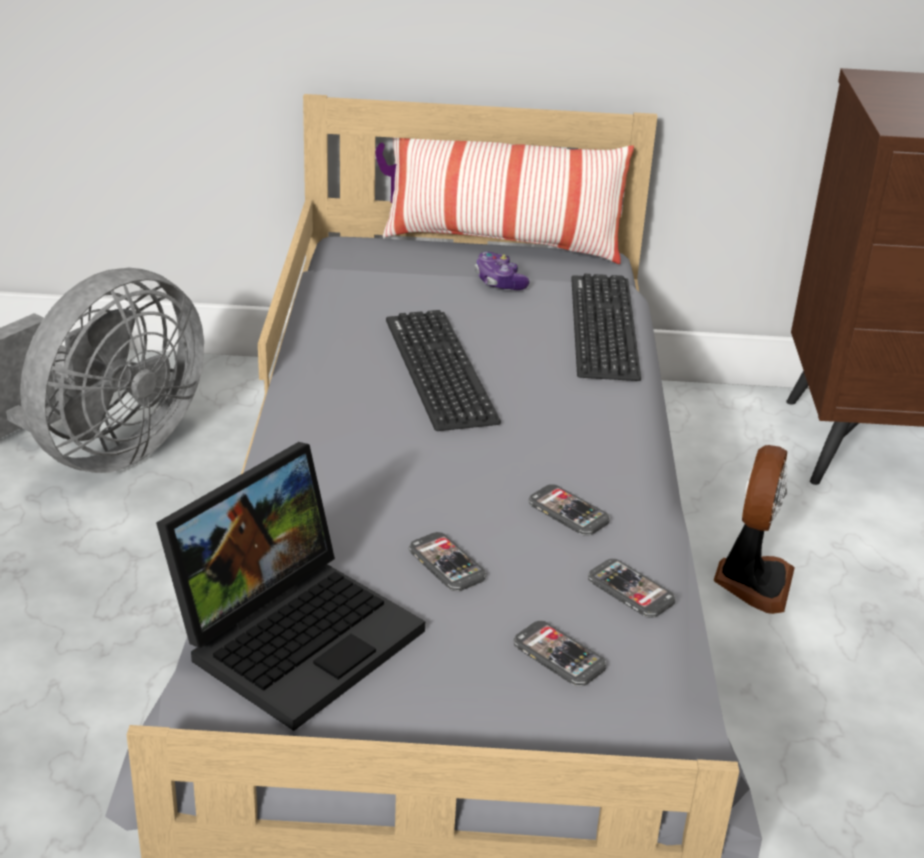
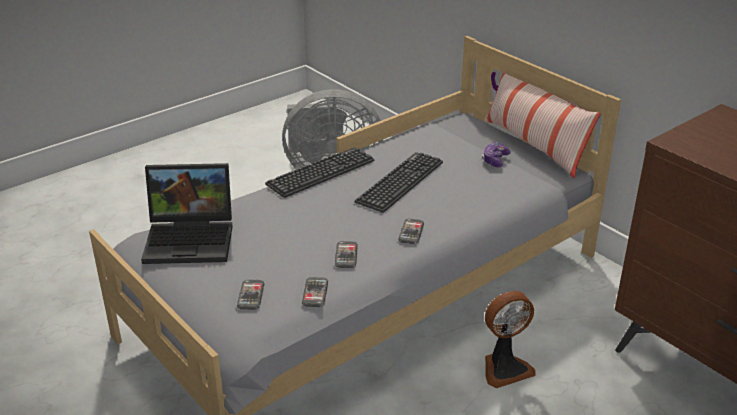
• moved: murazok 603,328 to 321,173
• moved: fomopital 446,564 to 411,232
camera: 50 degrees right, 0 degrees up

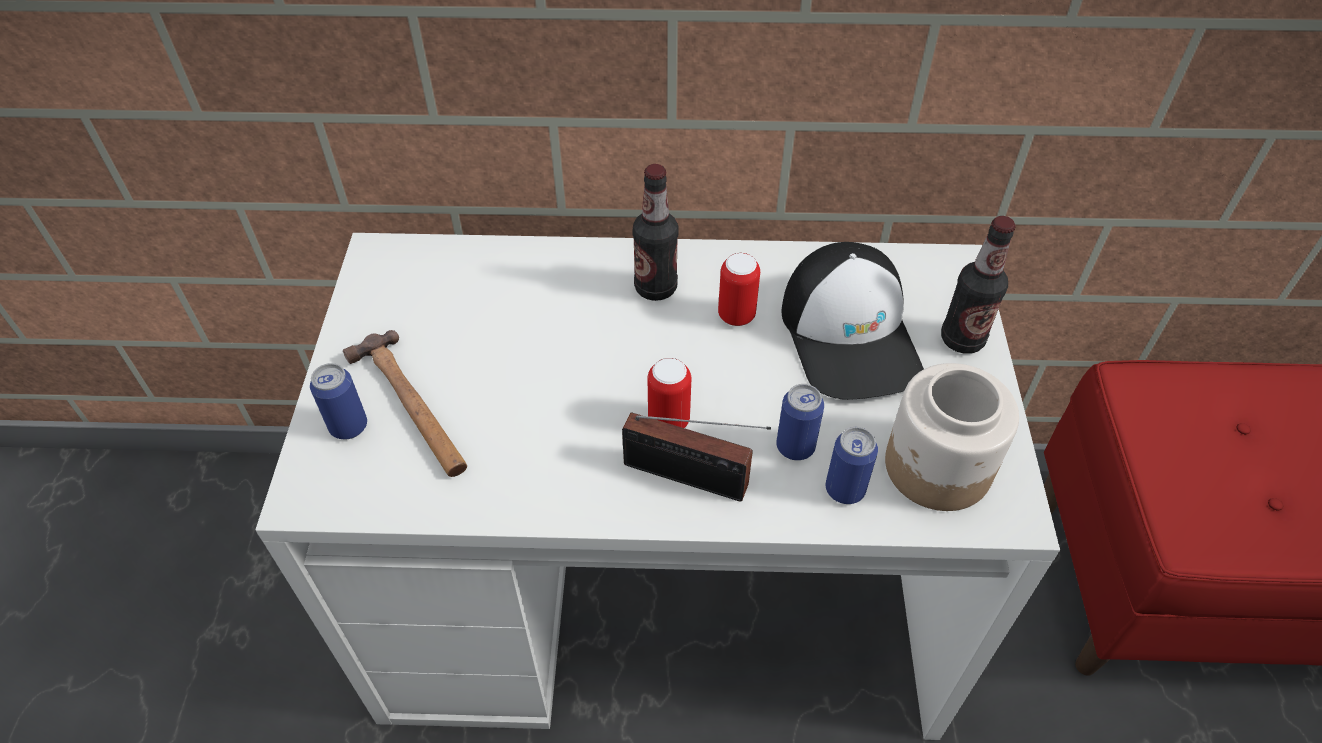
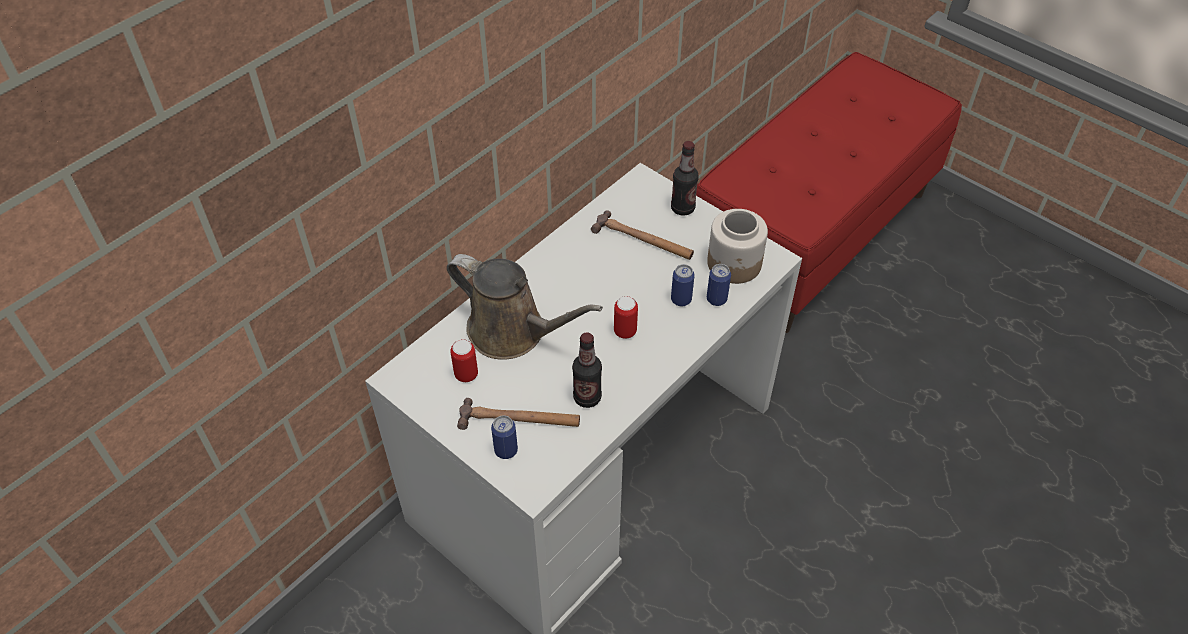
• added: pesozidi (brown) 513,332
• moved: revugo 736,315 to 466,375
• moved: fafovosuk 655,288 to 587,397
• replaced: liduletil 851,335 to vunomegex 643,240
• removed: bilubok 692,478
camera: 50 degrees left, 0 degrees up

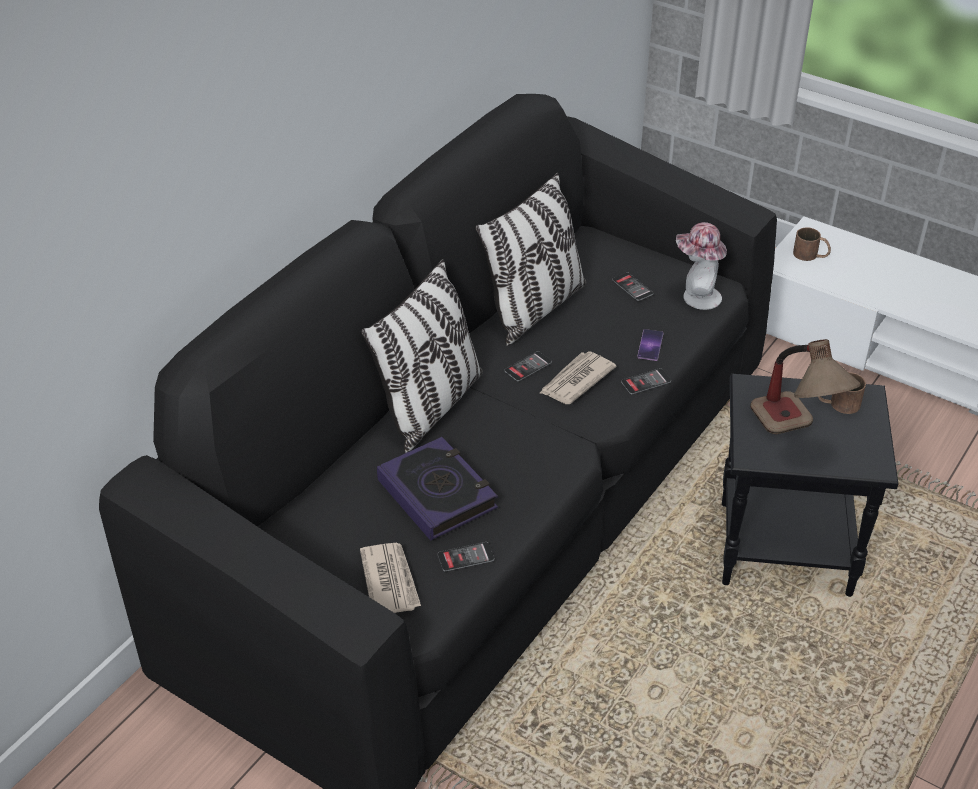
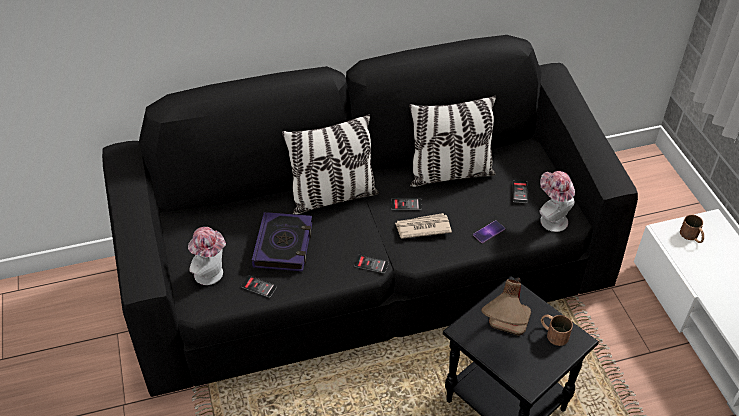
• replaced: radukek 390,580 to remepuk 212,275
• moved: fomopital 646,382 to 371,264
camera: 40 degrees right, 5 degrees up

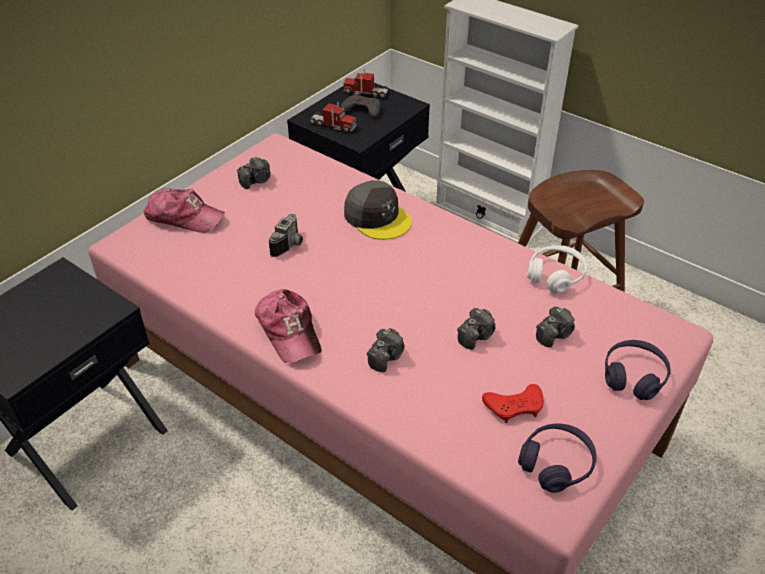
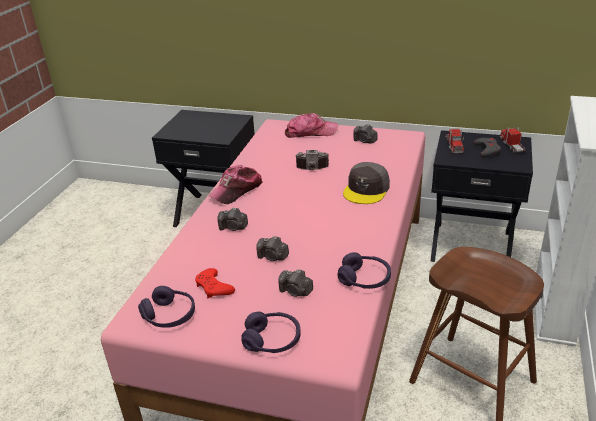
• turned: liduletil 184,217 = 310,132 90 degrees counterclockwise
• recoloured: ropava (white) 555,275 to ropava (purple) 364,279
camera: 70 degrees right, 10 degrees down

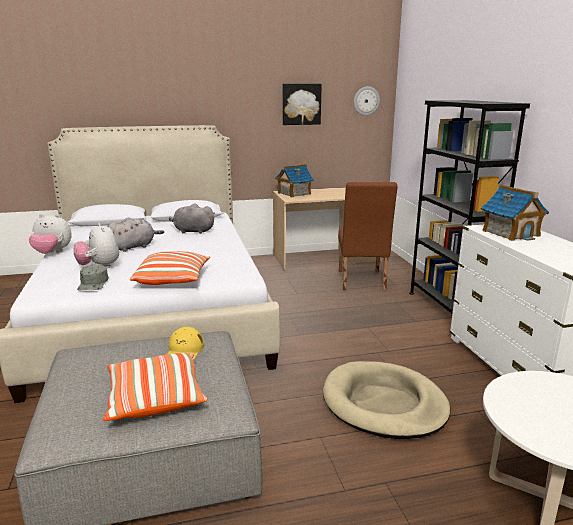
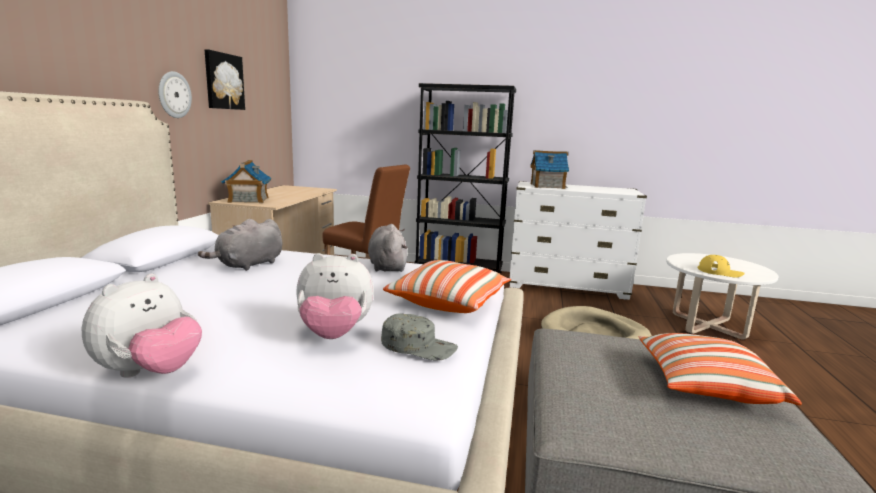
• moved: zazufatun 366,101 to 174,95
• moved: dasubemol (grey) 134,247 to 387,266
• moved: liduletil (yellow) 184,350 to 720,272
camera: 65 degrees left, 5 degrees down

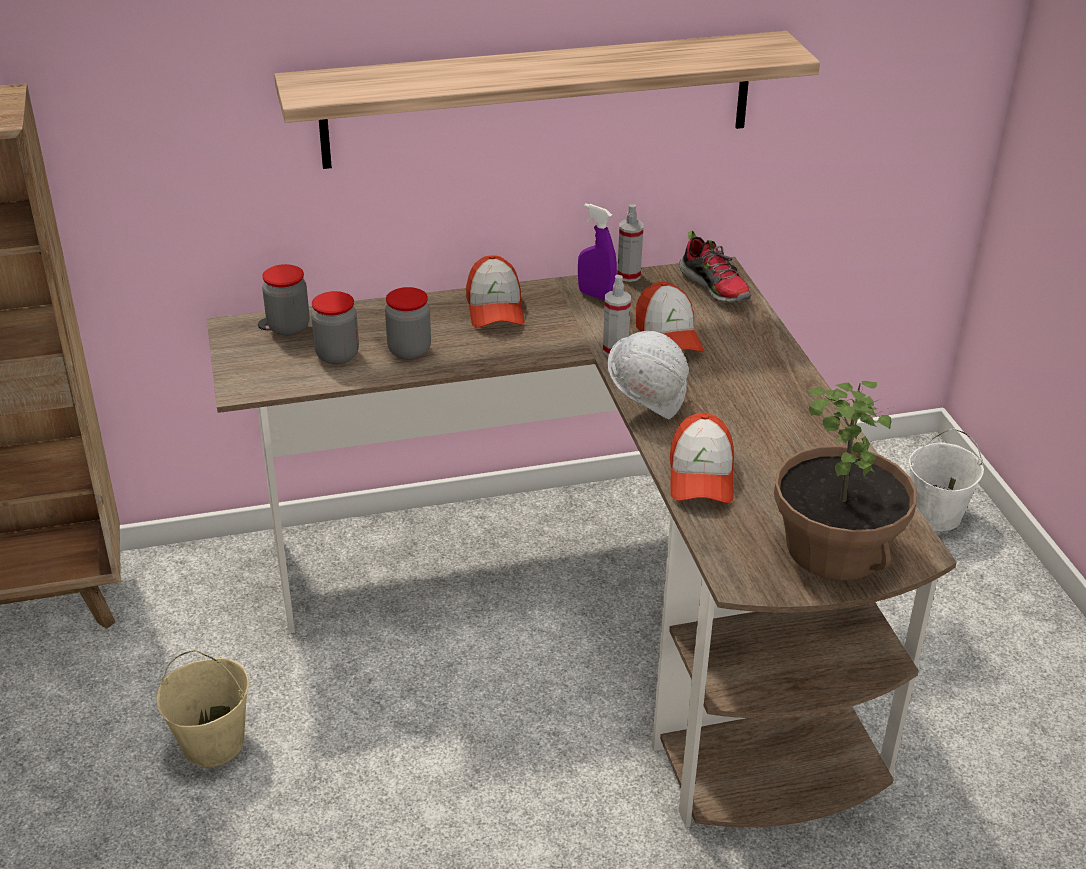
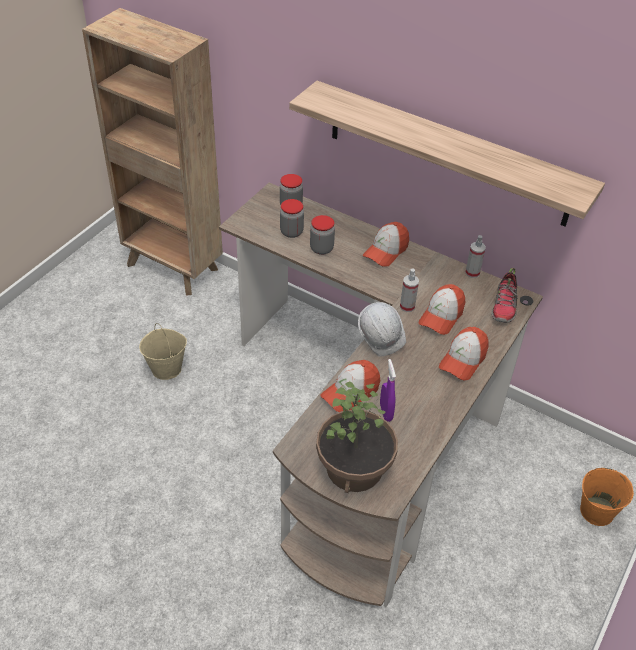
• moved: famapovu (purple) 596,295 to 386,412
• added: liduletil 463,360
• recoloured: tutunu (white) 935,514 to tutunu (orange) 597,511
camera: 45 degrees right, 10 degrees up

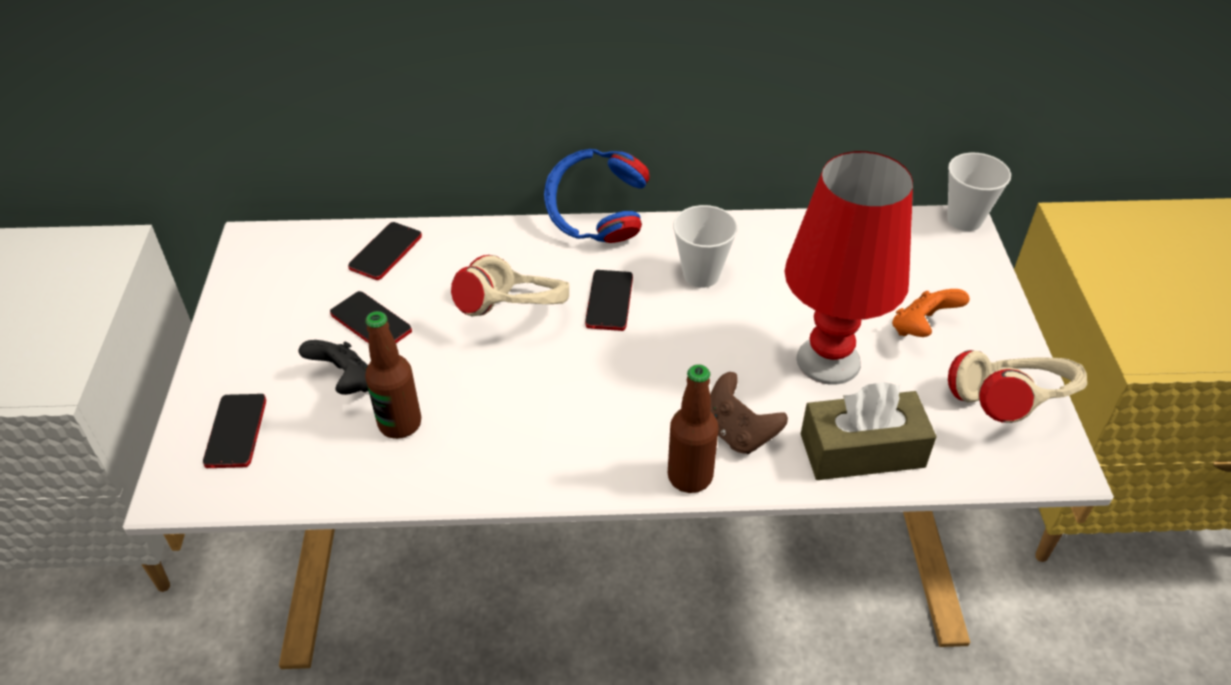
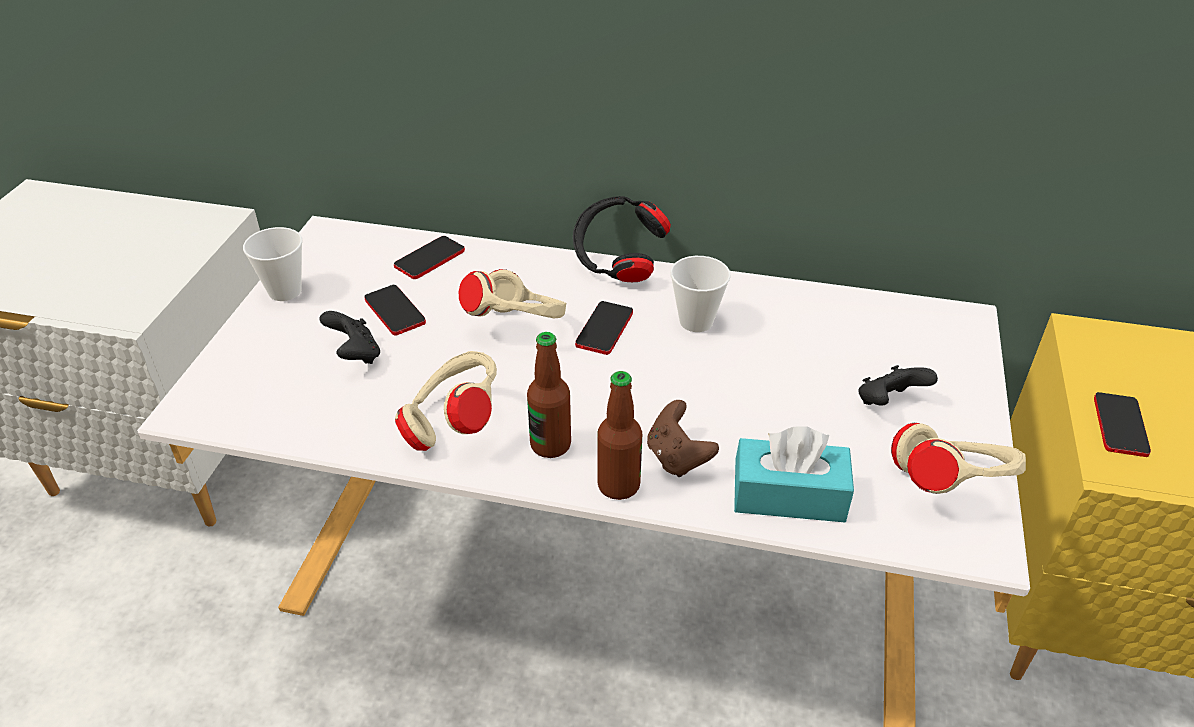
• moved: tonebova 964,220 to 285,291
• added: ropava (beige) 454,424
• moved: fafovosuk 400,423 to 550,445
• recoloured: ropava (blue) 595,223 to ropava (black) 617,264
• recoloured: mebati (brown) 862,450 to mebati (turquoise) 789,496
• recoloured: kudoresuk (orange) 921,330 to kudoresuk (black) 888,403
• moved: fomopital 236,432 to 1120,425
• removed: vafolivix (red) 828,360
camera: 15 degrees right, 5 degrees down

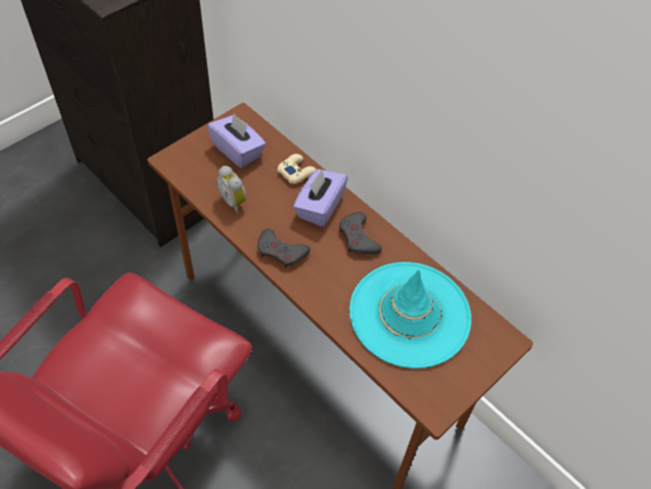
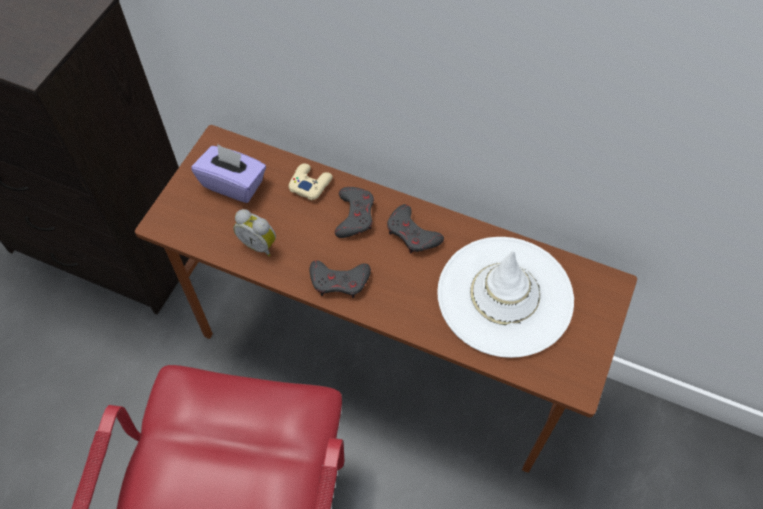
• replaced: mebati (purple) 319,207 to kudoresuk (grey) 355,215
• recoloured: remepuk (turquoise) 409,314 to remepuk (white) 505,296
camera: 20 degrees left, 5 degrees up

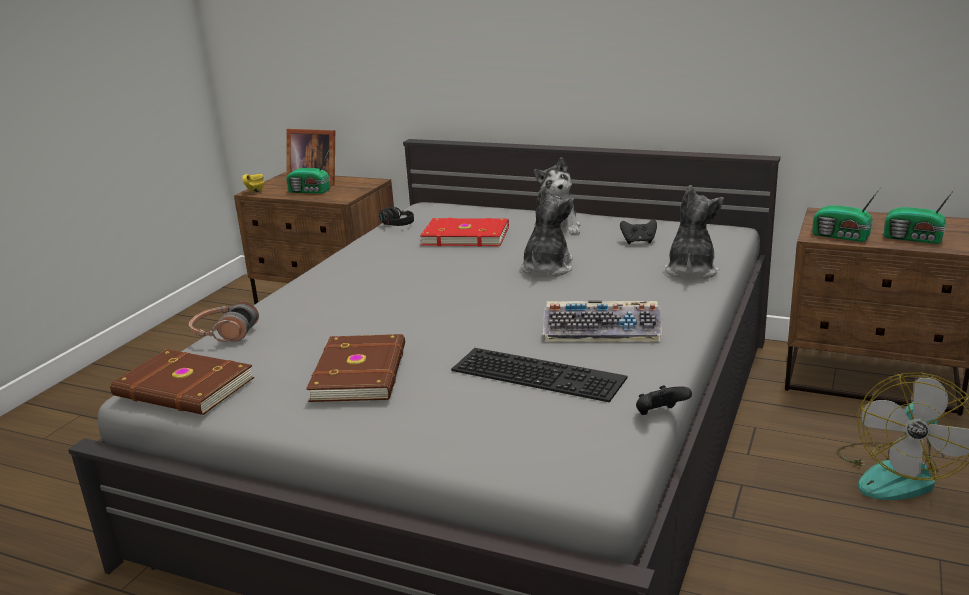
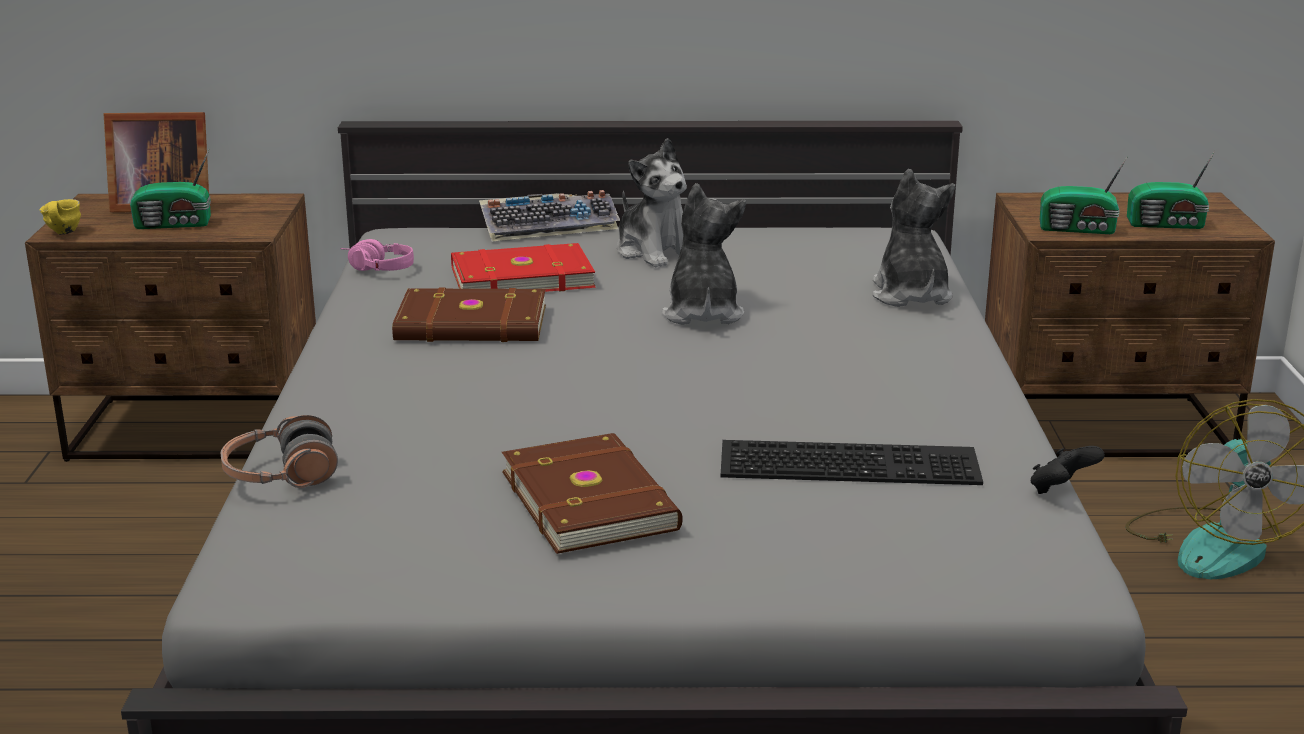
• recoloured: ropava (black) 393,224 to ropava (pink) 374,269
• moved: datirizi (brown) 183,388 to 472,325
• moved: murazok 603,330 to 550,226
• removed: kudoresuk (black) 638,242
camera: 25 degrees left, 0 degrees up

